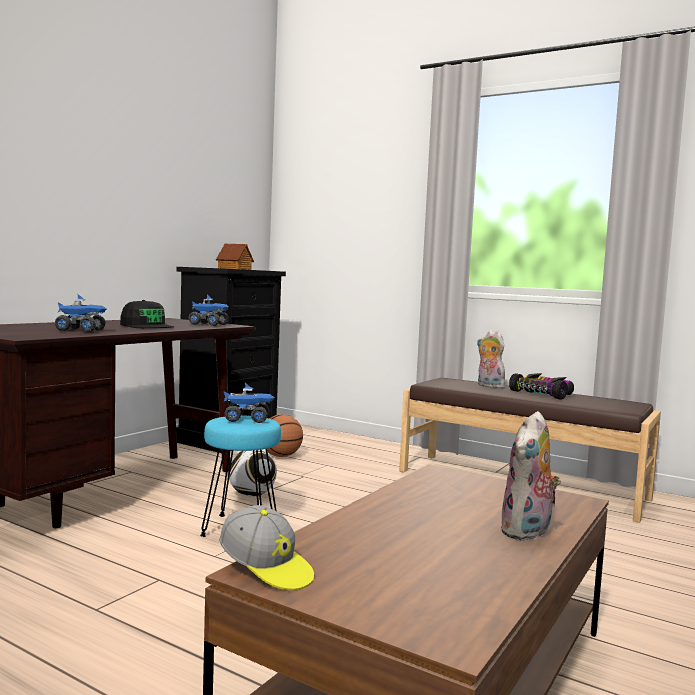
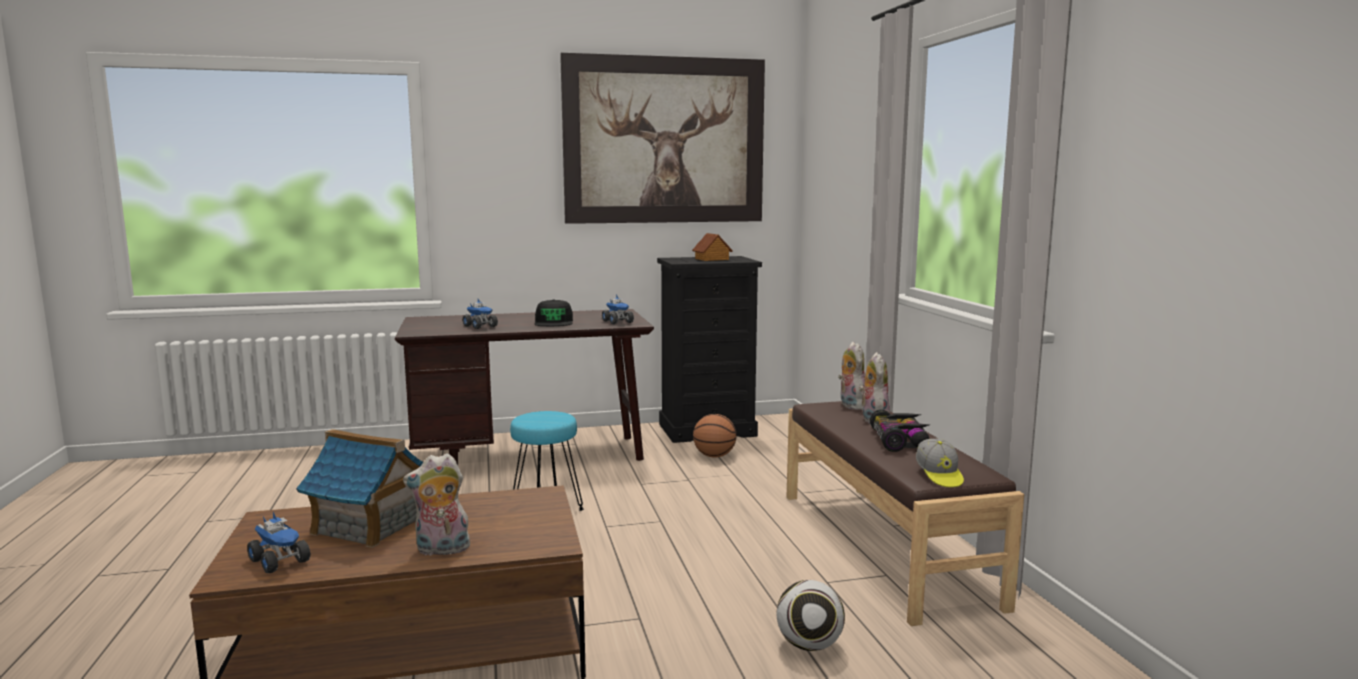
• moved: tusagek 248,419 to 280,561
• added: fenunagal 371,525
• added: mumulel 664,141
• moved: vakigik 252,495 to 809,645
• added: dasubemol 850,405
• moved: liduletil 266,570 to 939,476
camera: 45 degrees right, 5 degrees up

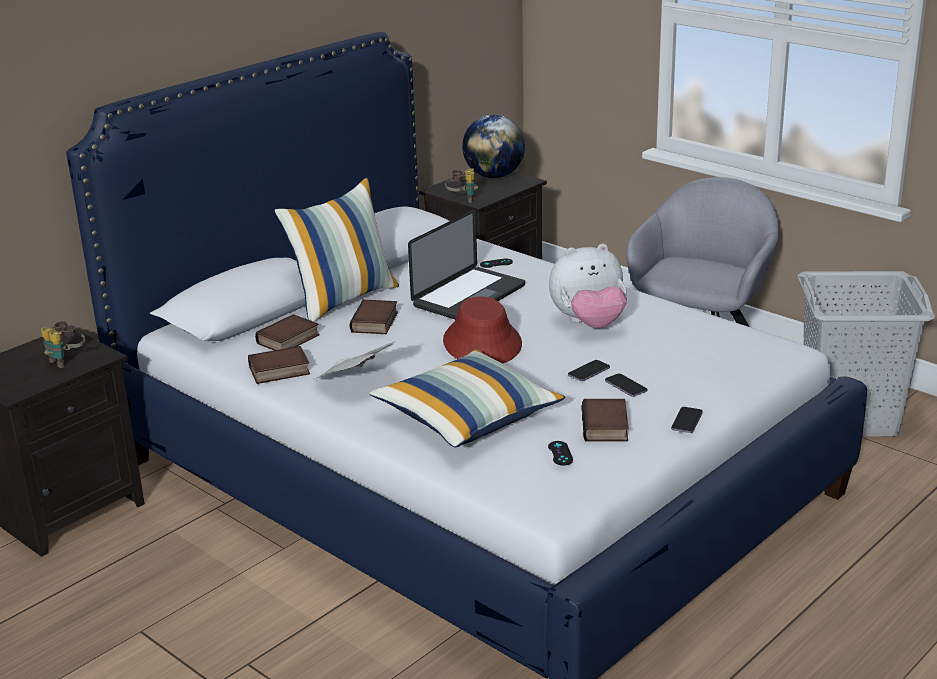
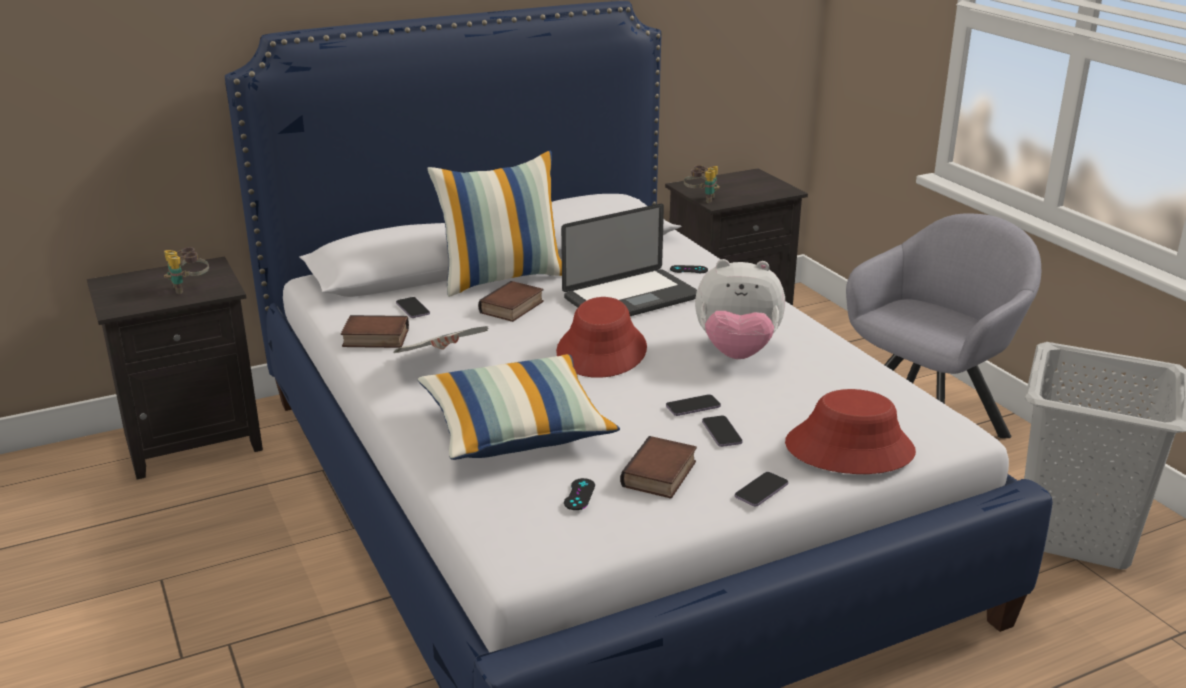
• replaced: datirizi 288,340 to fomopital 412,309
• added: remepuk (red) 849,448
• removed: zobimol 494,176
camera: 20 degrees right, 0 degrees up

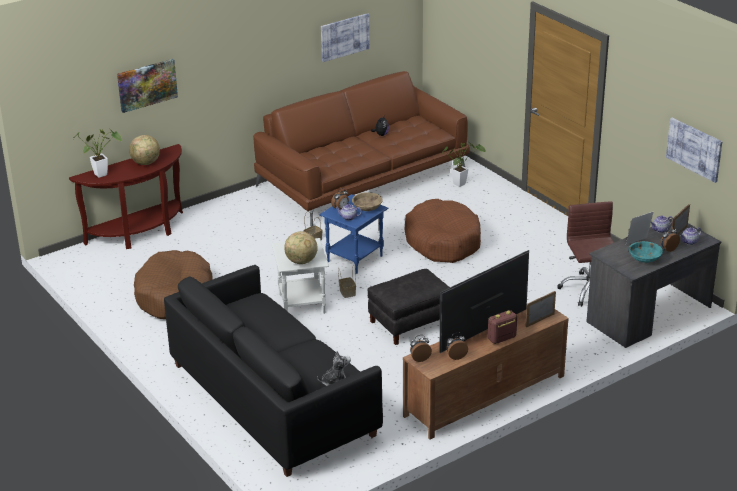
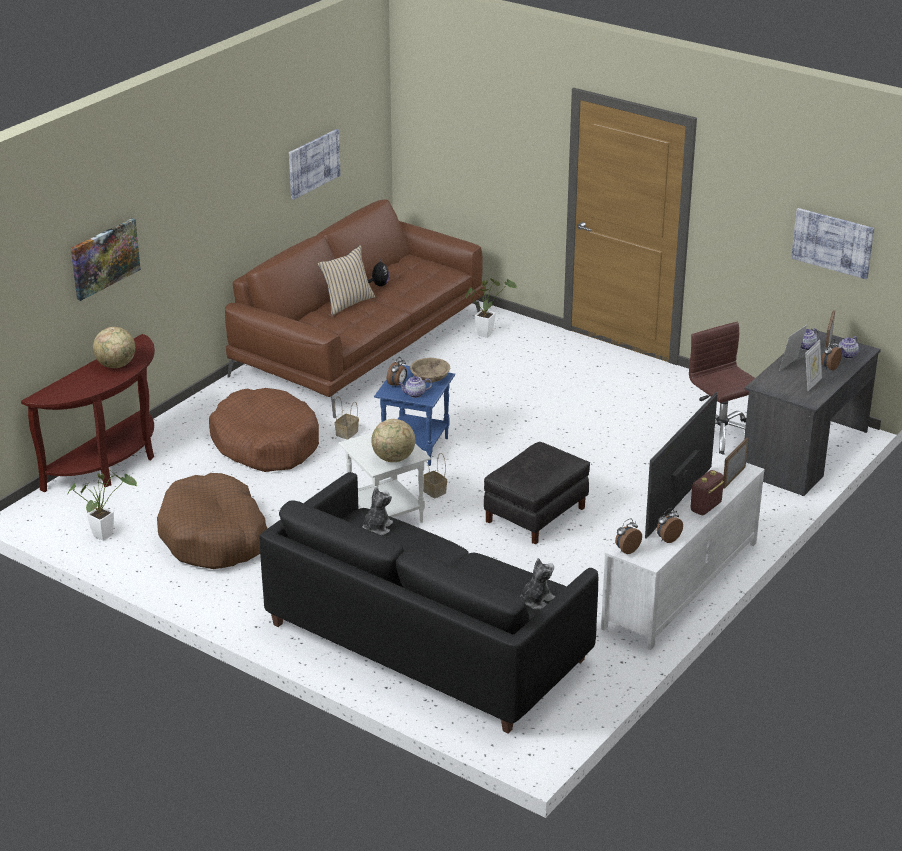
• moved: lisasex 103,174 to 106,534
• moved: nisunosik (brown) 443,241 to 266,444
• added: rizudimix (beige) 347,303
• added: dasubemol 376,528
• recoloured: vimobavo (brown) 484,396 to vimobavo (white) 680,585
• replaced: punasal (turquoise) 644,259 to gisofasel 811,383
camera: 20 degrees left, 0 degrees up

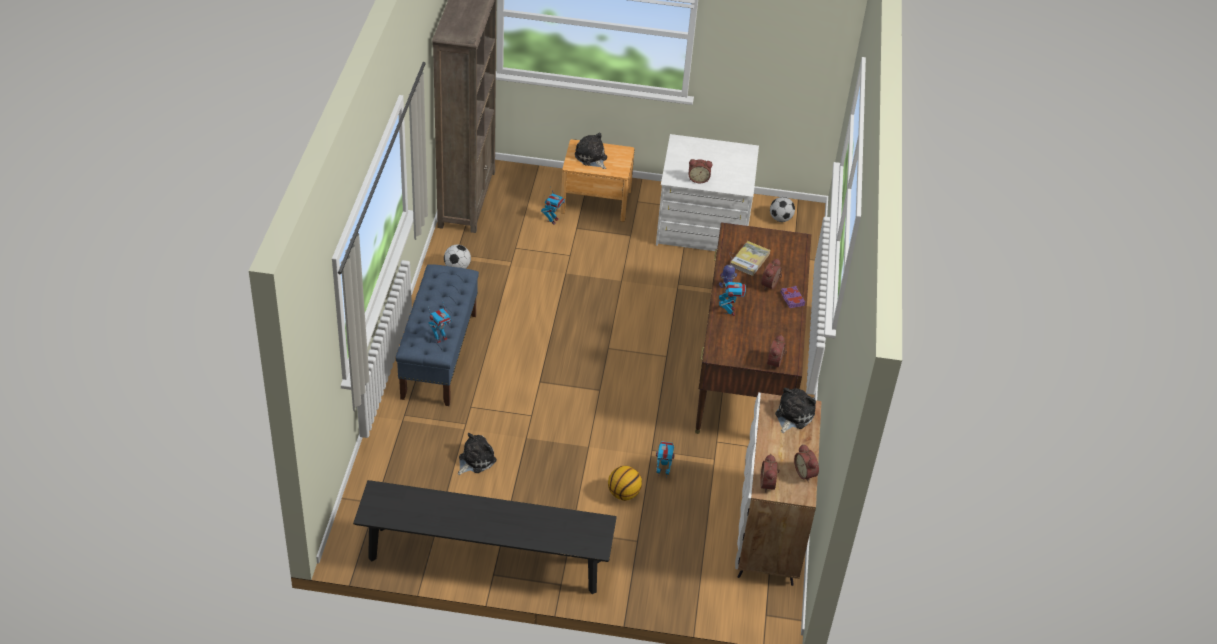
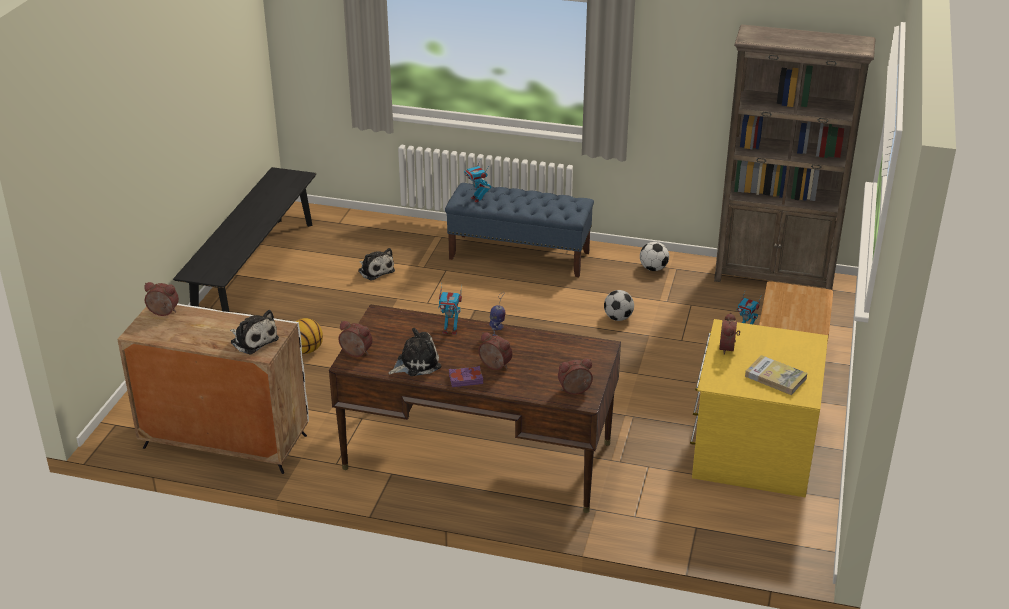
• moved: dasubemol 591,158 to 416,363
• moved: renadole 806,473 to 575,391
• moved: vakigik 780,219 to 618,318
• recoloured: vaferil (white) 702,227 to vaferil (yellow) 751,448
• moved: datirizi 749,260 to 775,377
• removed: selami 662,473
camera: 100 degrees right, 10 degrees down

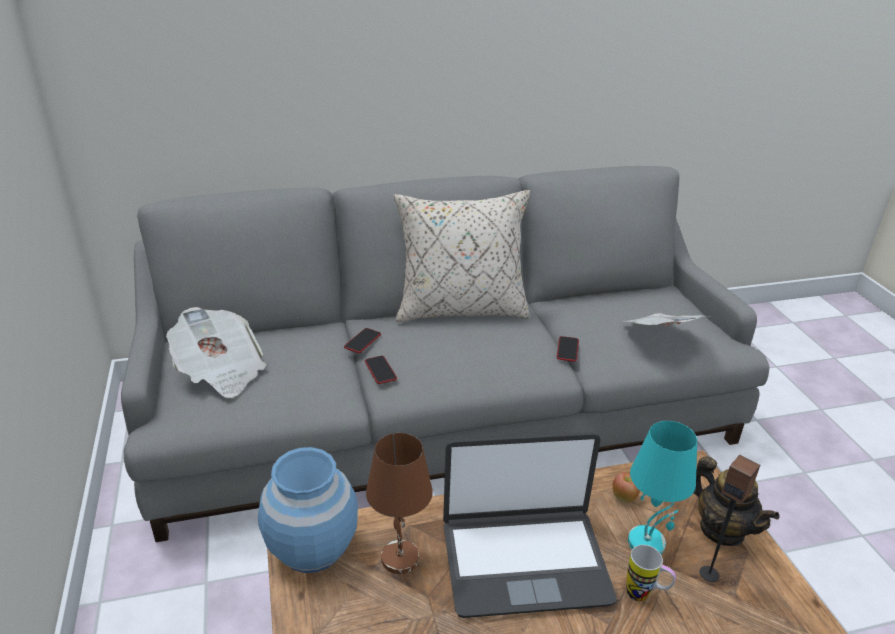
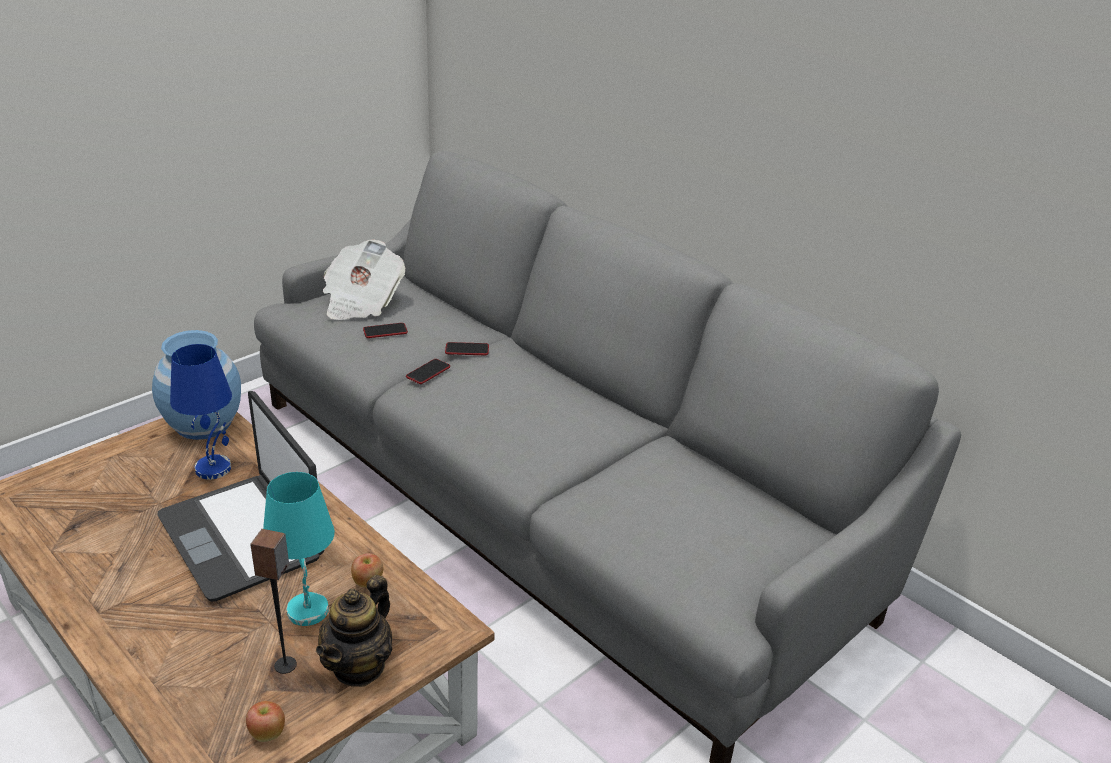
• recoloured: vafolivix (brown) 399,557 to vafolivix (blue) 213,468
• added: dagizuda 267,733
• moved: fomopital 567,349 to 385,331
• removed: rizudimix (beige) 460,309
• removed: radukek 660,337
• removed: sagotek 645,596
camera: 60 degrees right, 0 degrees up

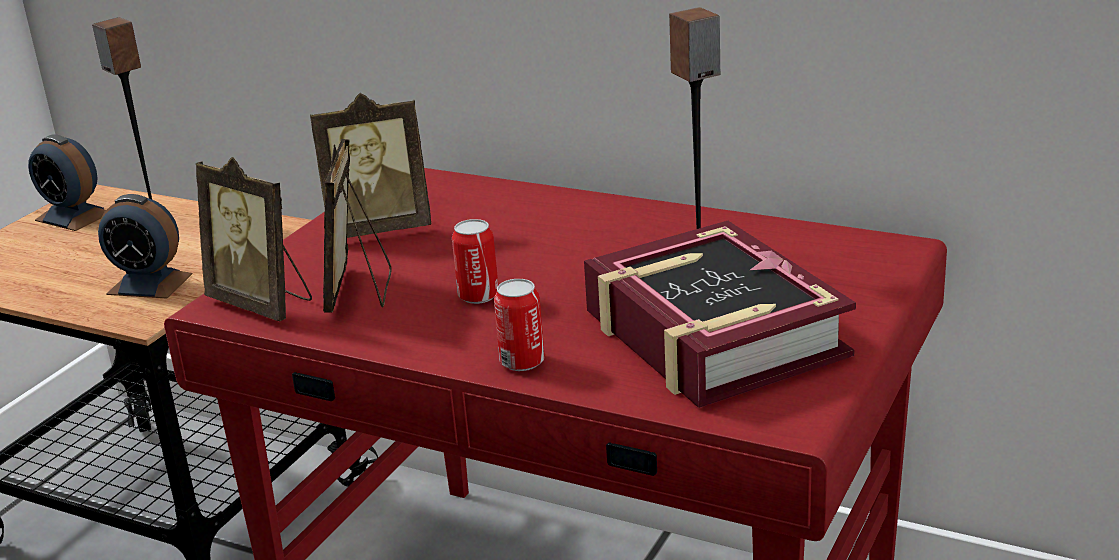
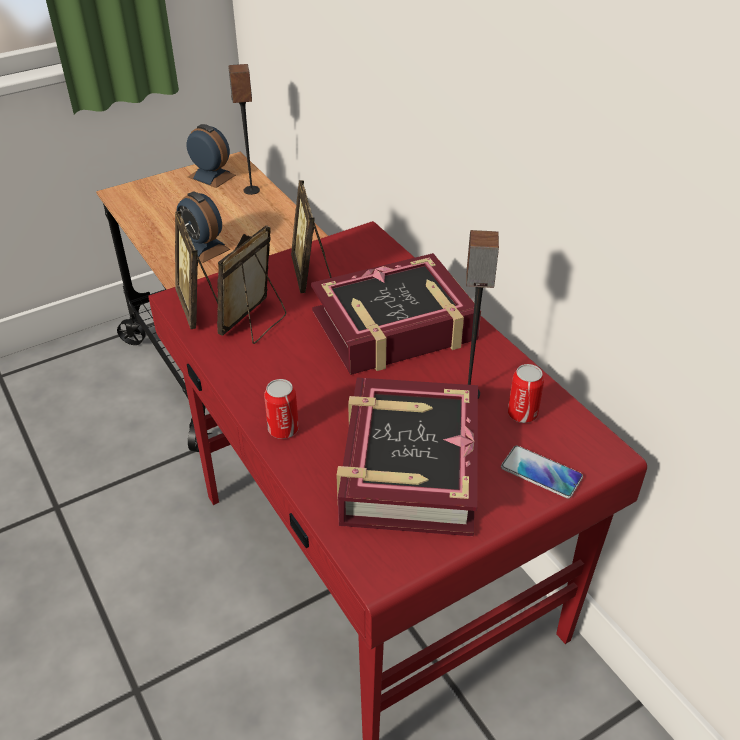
• turned: renadole 73,216 = 211,176 150 degrees clockwise
• turned: gisofasel 379,228 = 312,275 60 degrees clockwise
• added: datirizi 394,326
• added: fomopital 541,473
• moved: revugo 478,296 to 522,414
camera: 30 degrees right, 15 degrees up

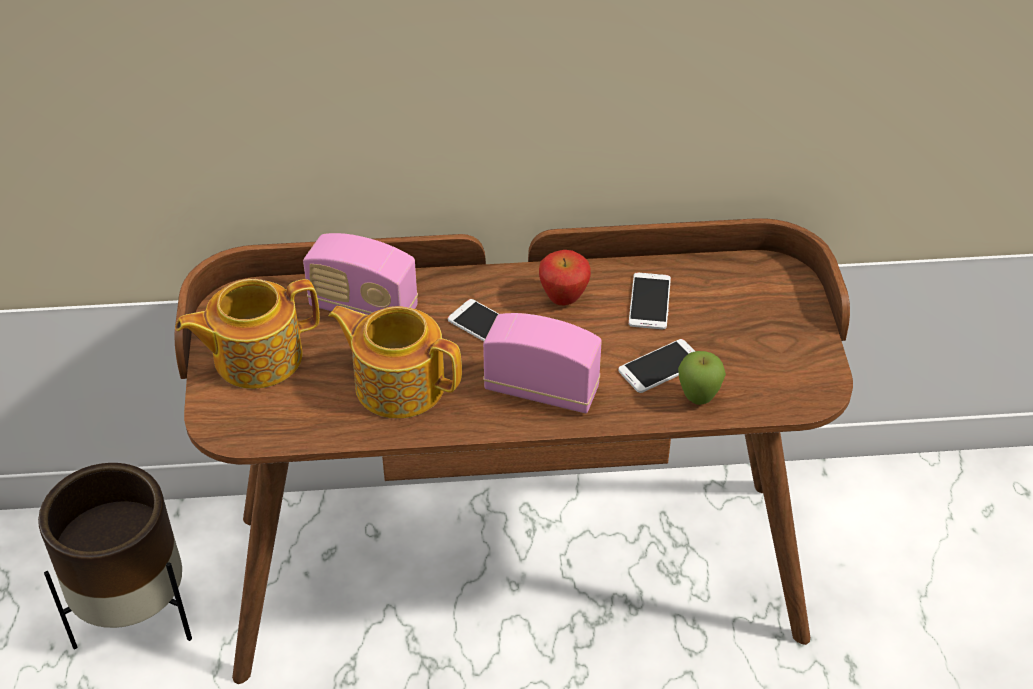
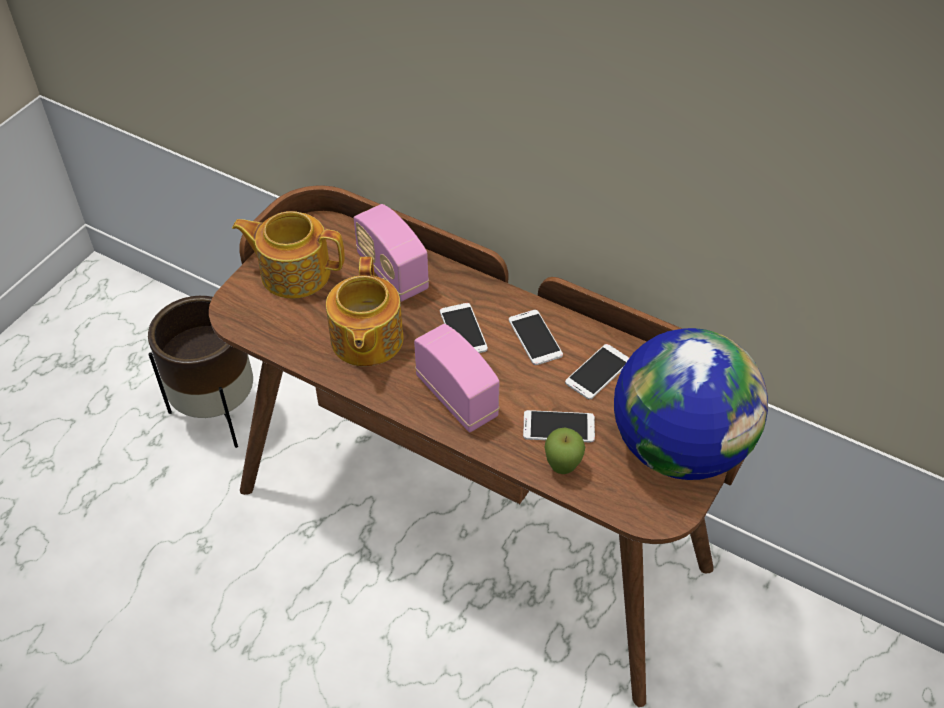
• turned: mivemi 398,384 = 365,340 150 degrees counterclockwise
• replaced: dagizuda 563,300 to fomopital 535,338
• added: zobimol 679,447
camera: 35 degrees right, 5 degrees up

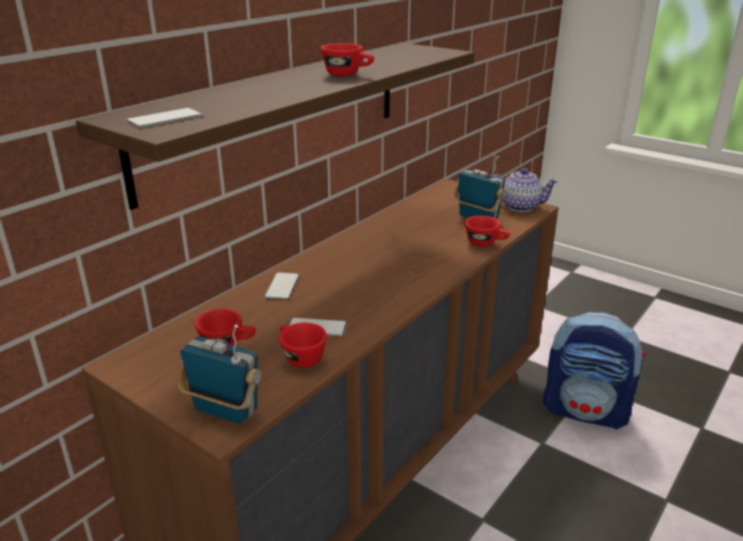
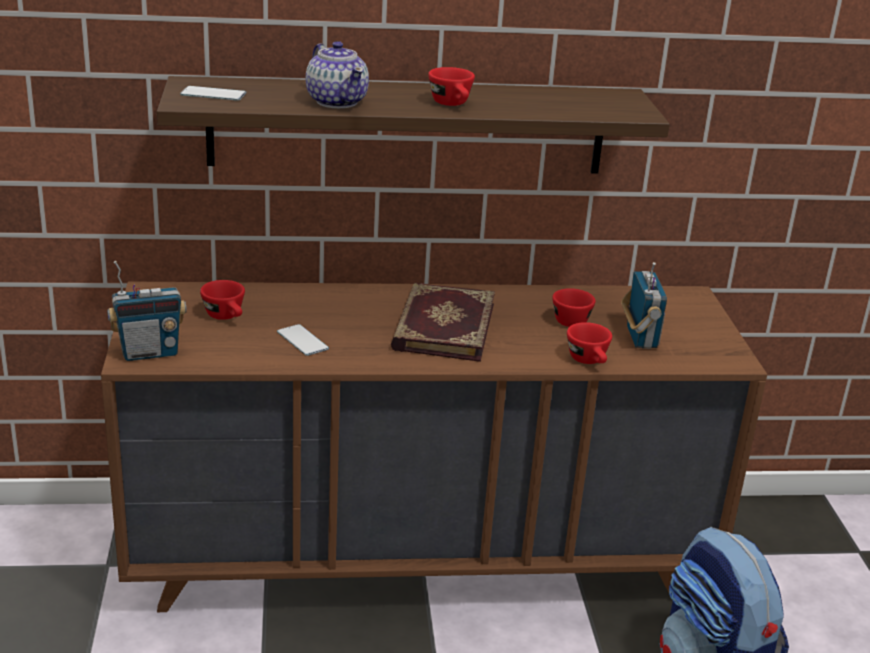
• turned: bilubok 225,411 = 149,352 90 degrees clockwise
• moved: mivemi 519,206 to 337,101
• added: datirizi 442,326
• moved: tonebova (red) 299,357 to 570,319
• removed: fomopital 282,286
camera: 45 degrees right, 0 degrees up

